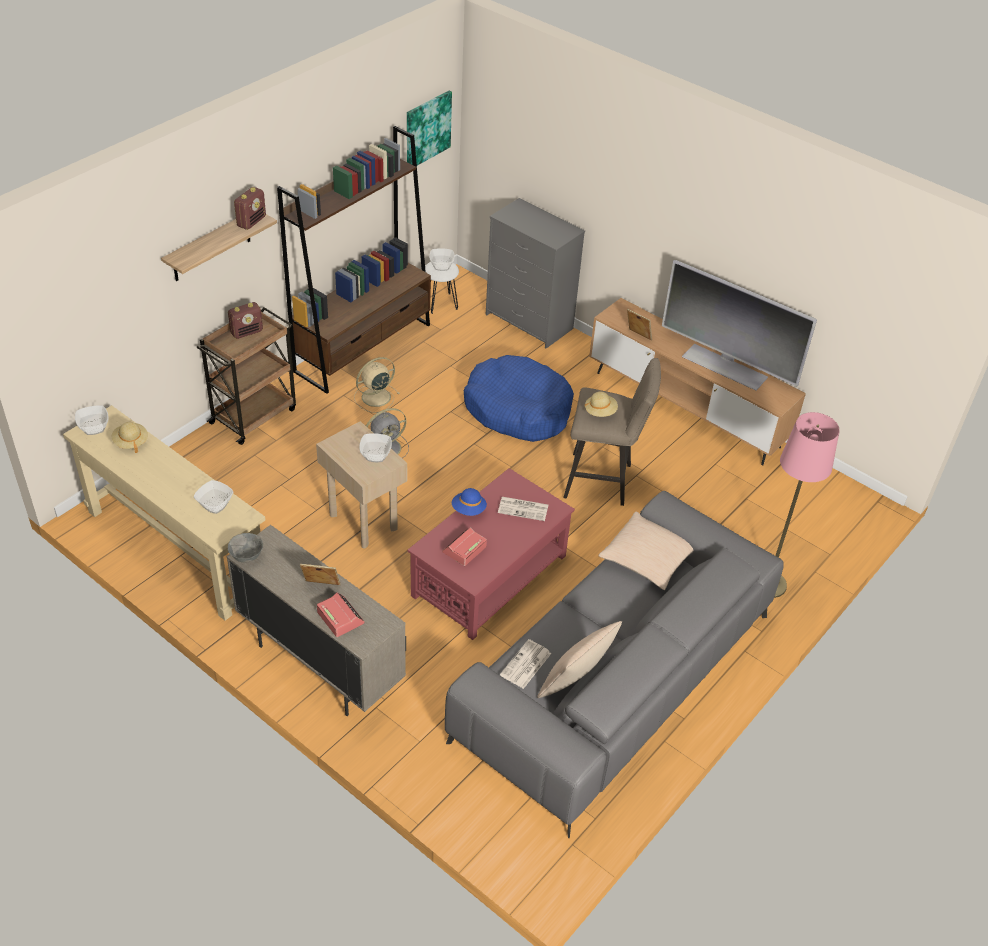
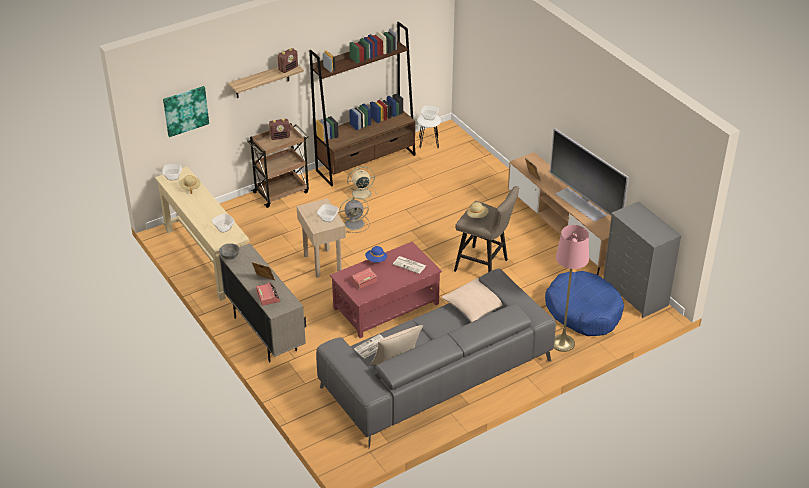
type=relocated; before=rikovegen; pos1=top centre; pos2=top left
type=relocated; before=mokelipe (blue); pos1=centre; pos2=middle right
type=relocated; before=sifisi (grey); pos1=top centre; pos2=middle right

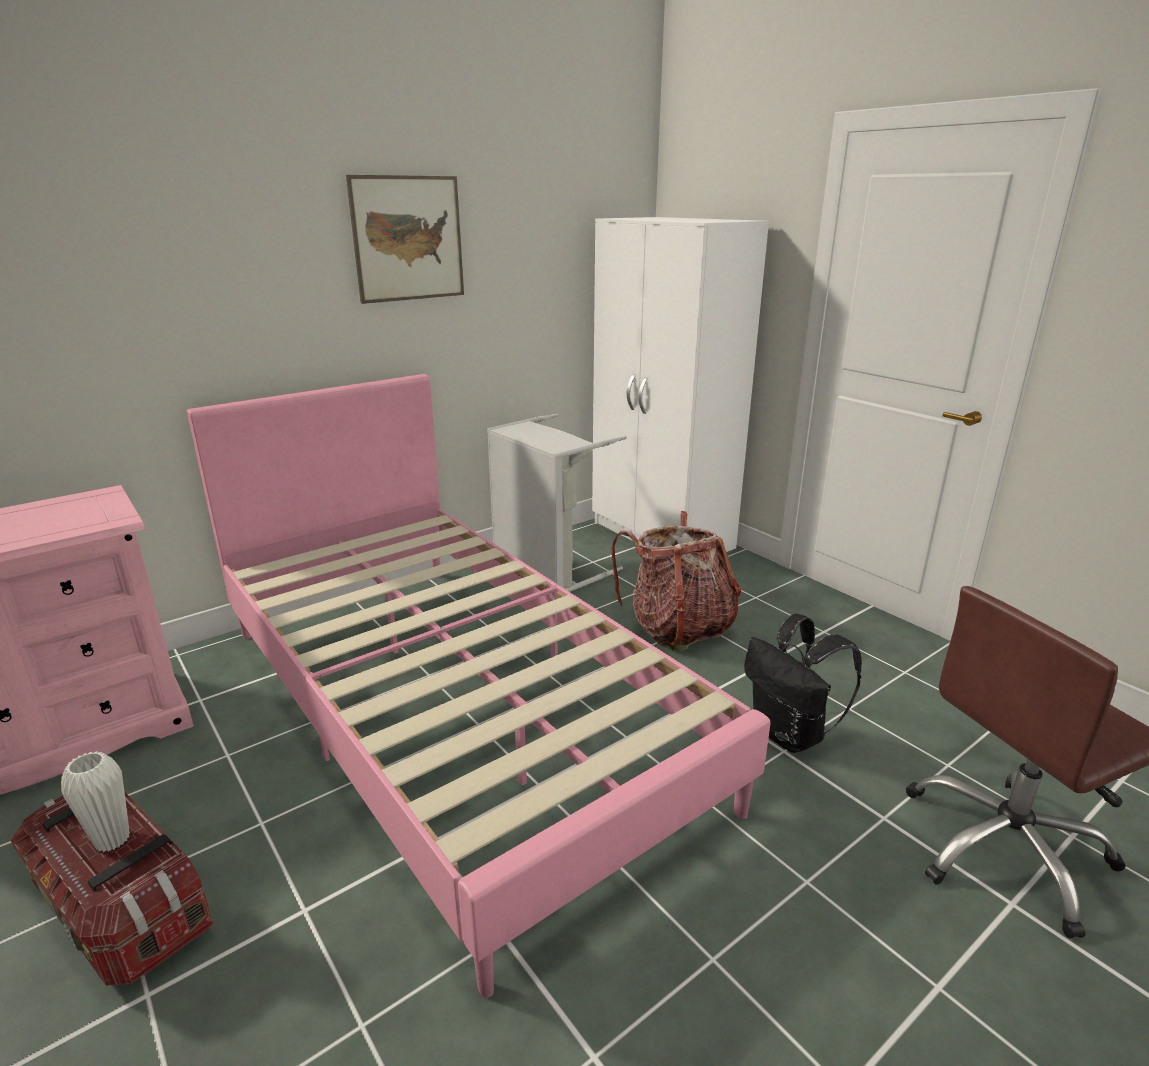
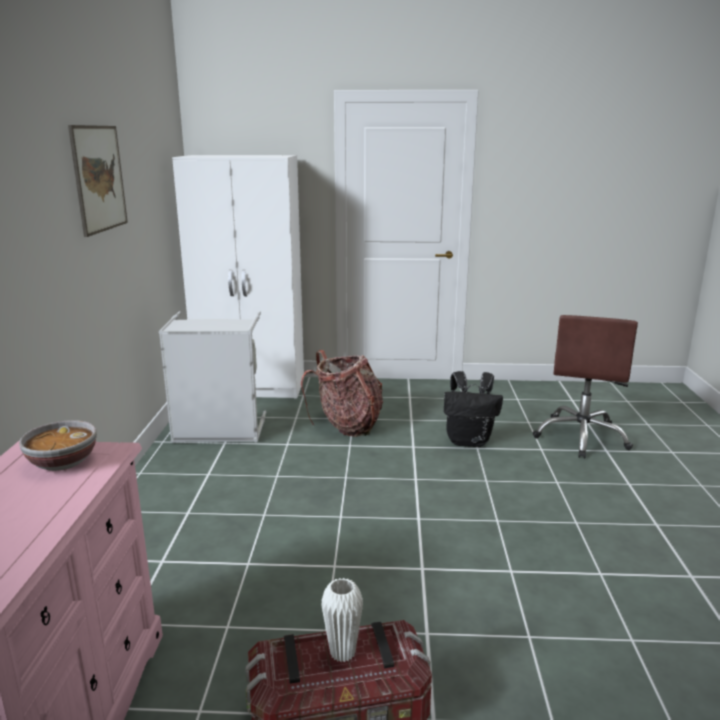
type=missing; before=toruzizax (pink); pos1=centre
type=appeared; after=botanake; pos2=middle left

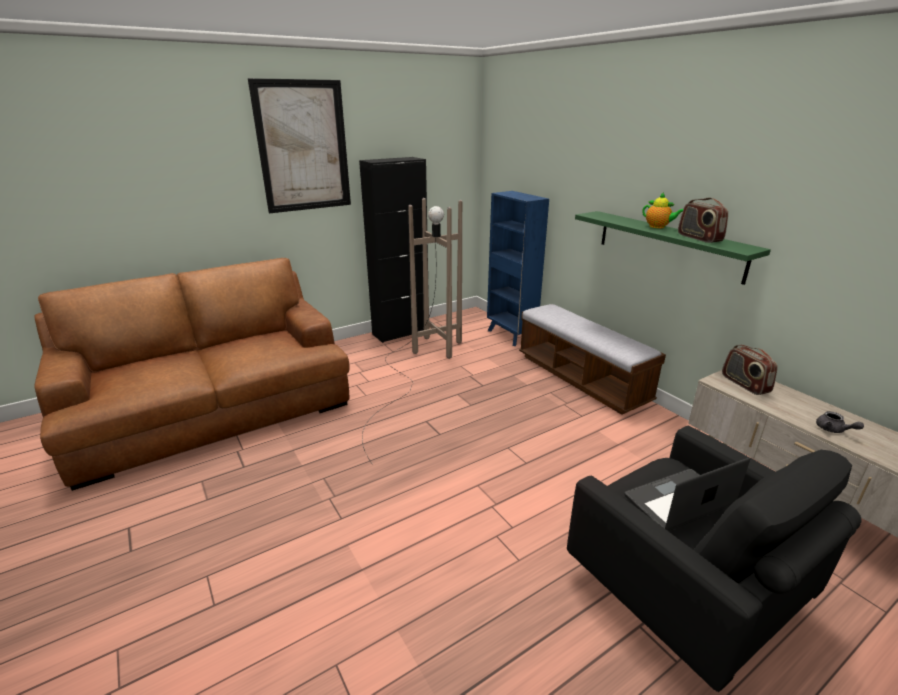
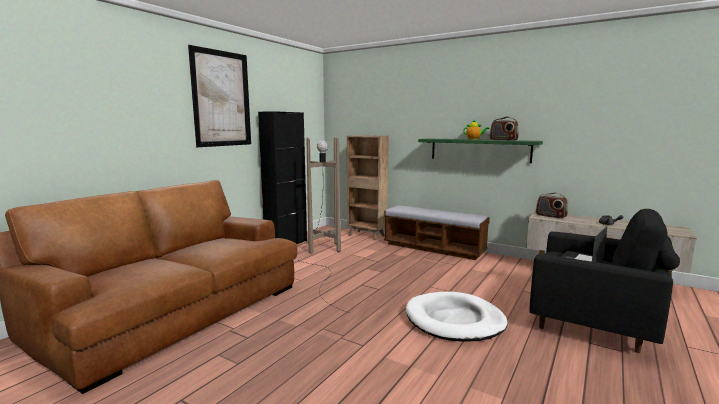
type=colour; before=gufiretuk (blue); after=gufiretuk (brown); pos1=centre; pos2=centre
type=appeared; after=mokelipe (white); pos2=bottom centre

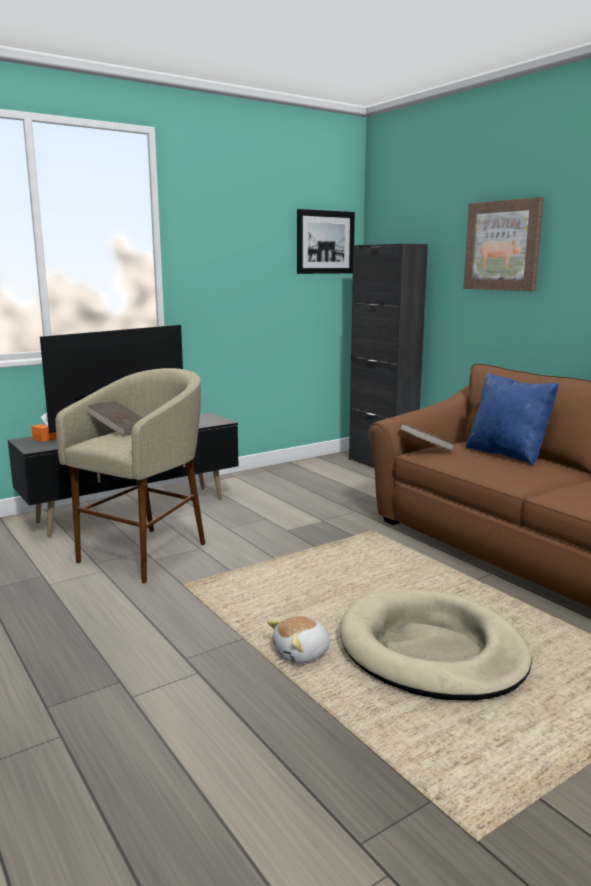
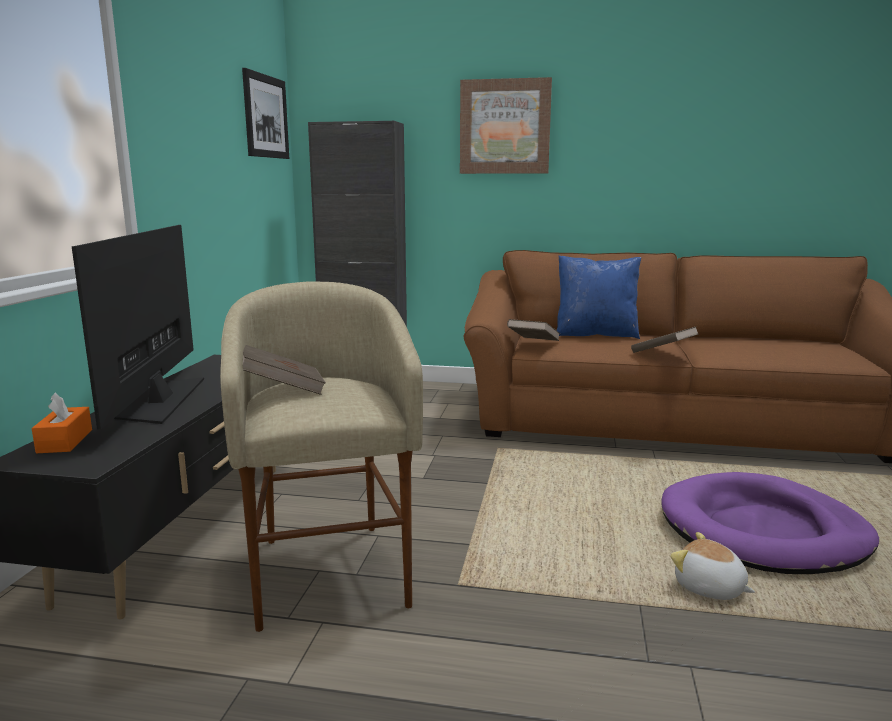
type=spun; before=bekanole; pos1=bottom centre; pos2=bottom right; turn=120
type=colour; before=mokelipe (beige); after=mokelipe (purple); pos1=bottom right; pos2=bottom right
type=appeared; after=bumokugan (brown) (no. 3 from left); pos2=middle right

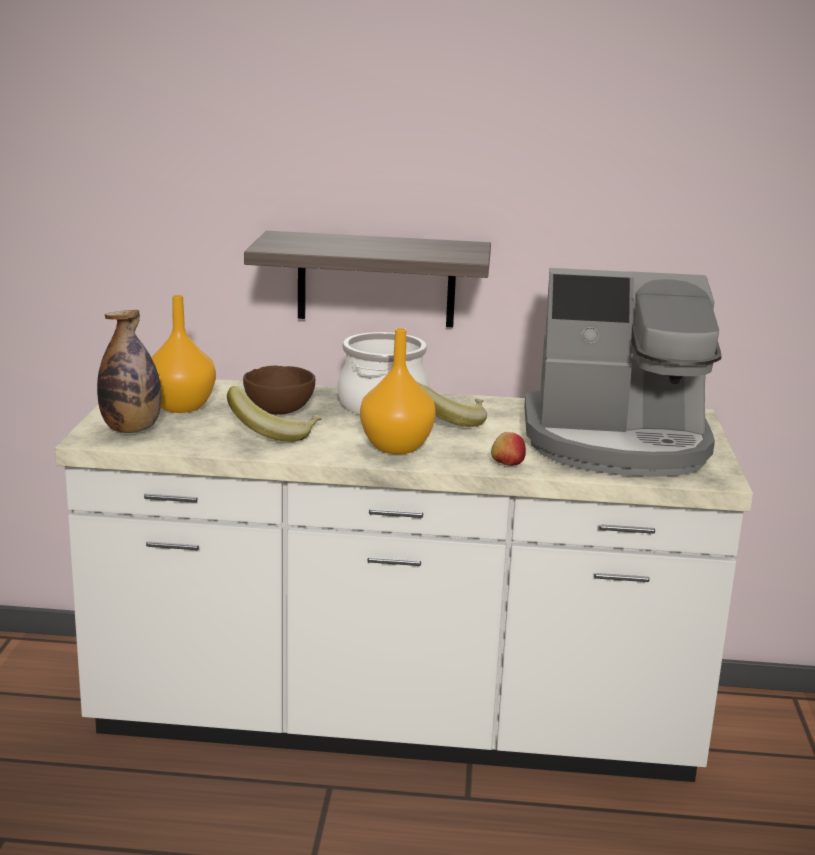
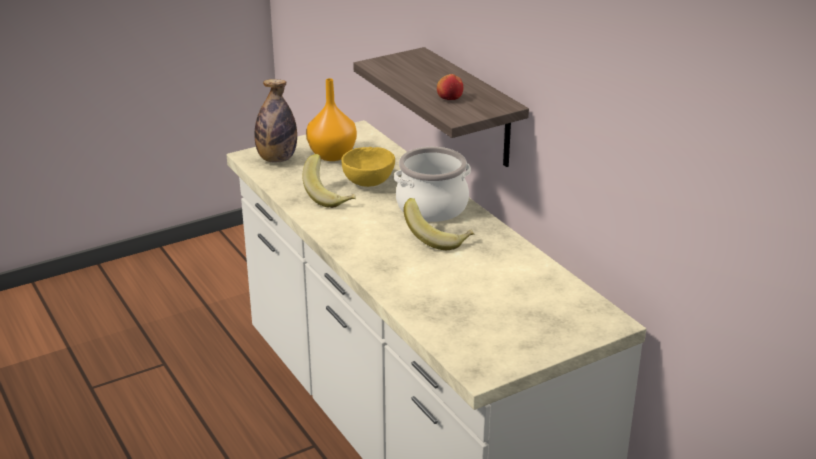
type=colour; before=botanake (brown); after=botanake (yellow); pos1=centre; pos2=centre
type=missing; before=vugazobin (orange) (no. 2 from left); pos1=centre
type=relocated; before=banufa; pos1=centre; pos2=top centre
type=missing; before=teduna; pos1=middle right

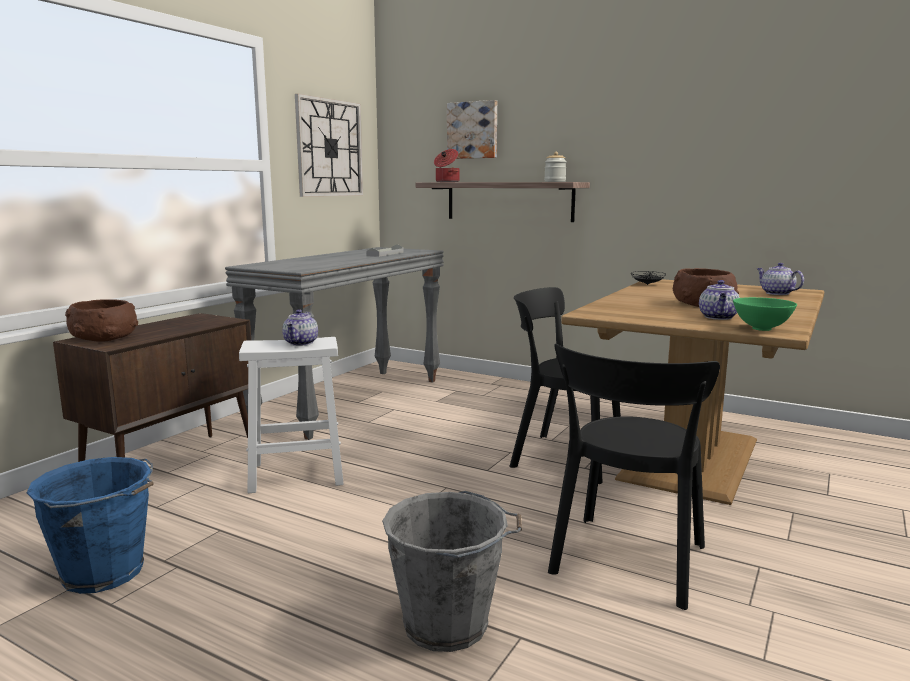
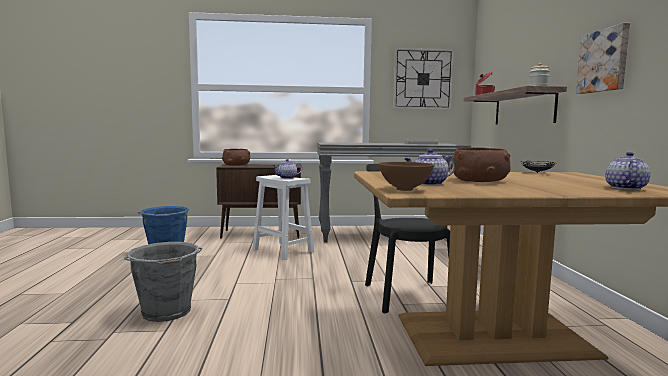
type=relocated; before=rikovegen; pos1=top centre; pos2=top right
type=missing; before=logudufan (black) (no. 2 from left); pos1=bottom right
type=colour; before=botanake (green); after=botanake (brown) (no. 2 from left); pos1=middle right; pos2=centre

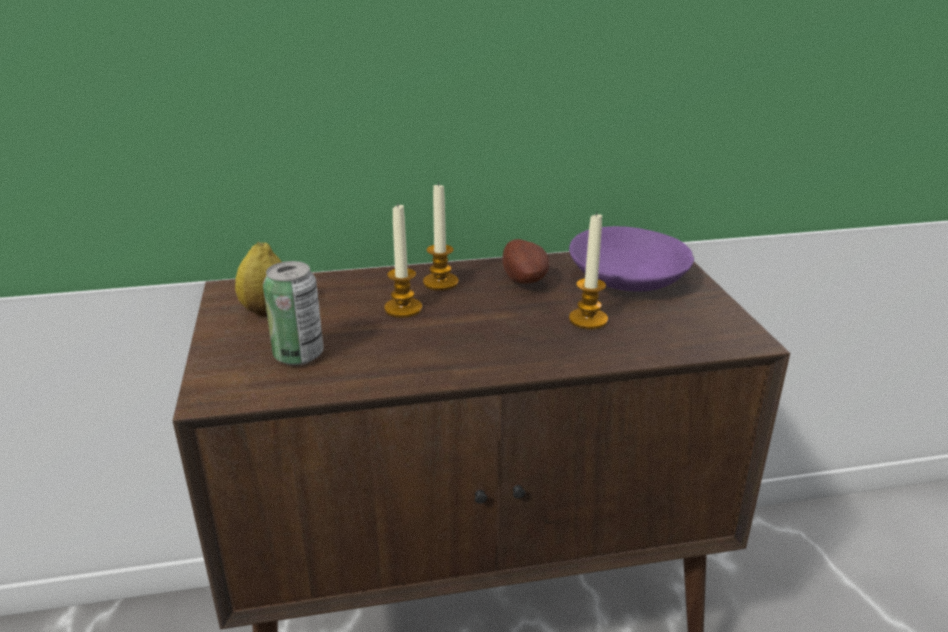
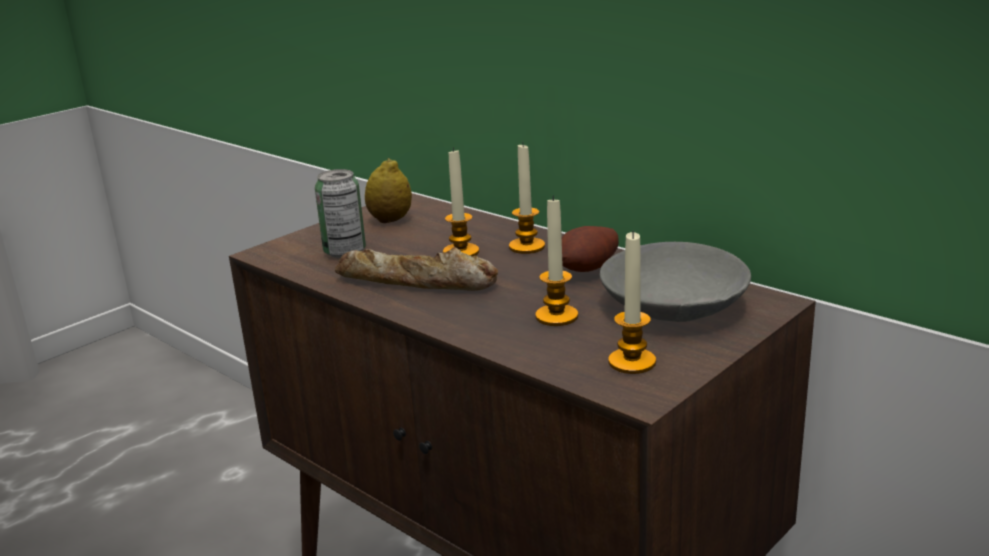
type=colour; before=botanake (purple); after=botanake (grey); pos1=centre; pos2=middle right
type=appeared; after=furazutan; pos2=centre
type=appeared; after=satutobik (no. 4 from left); pos2=centre

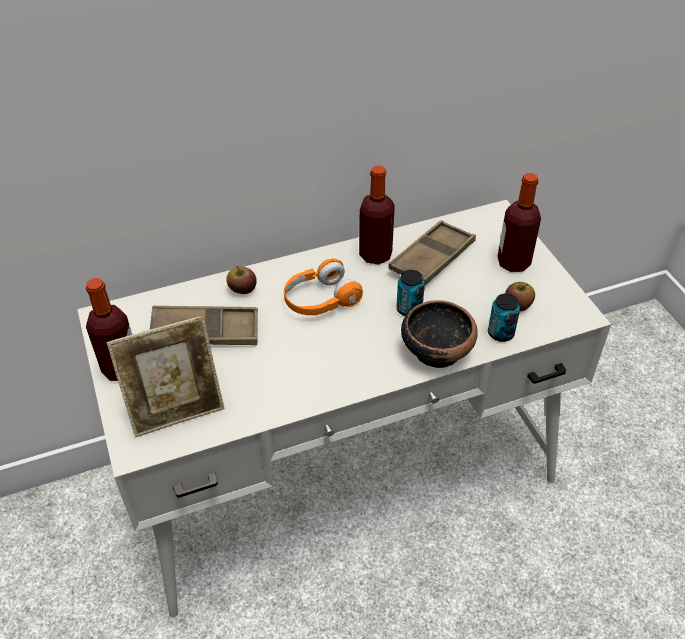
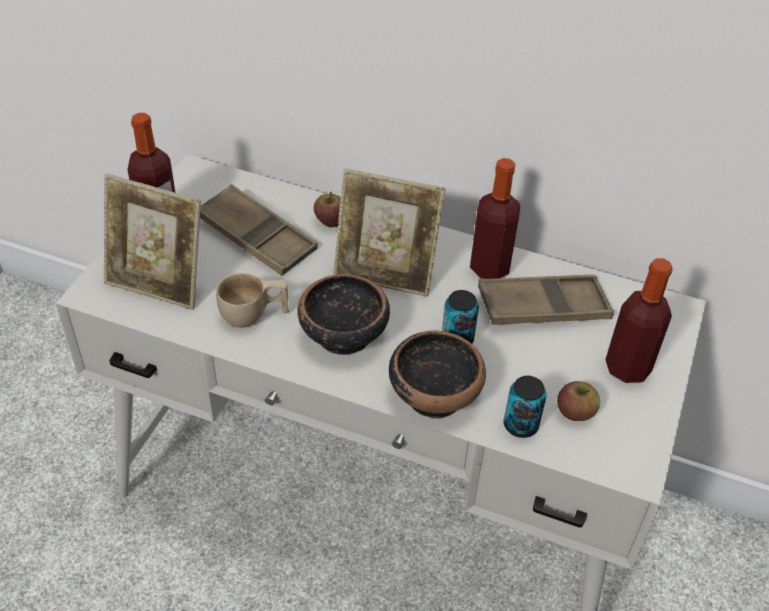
type=exchanged; before=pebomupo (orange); after=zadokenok (no. 2 from left); pos1=centre; pos2=centre
type=appeared; after=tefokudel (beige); pos2=middle left
type=appeared; after=botanake (no. 1 from left); pos2=centre

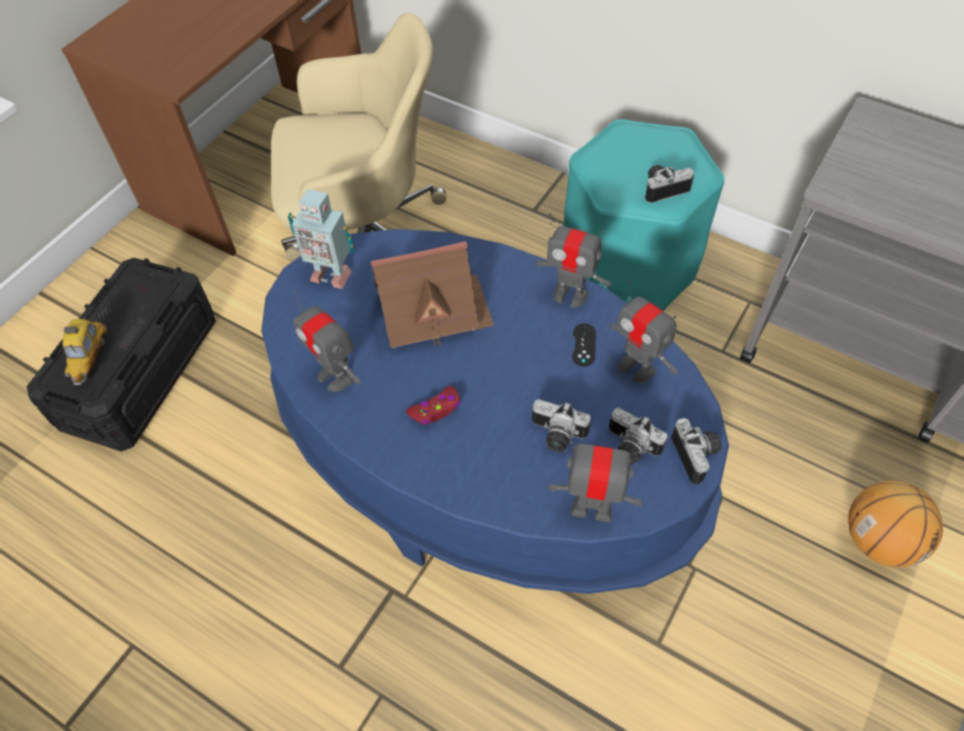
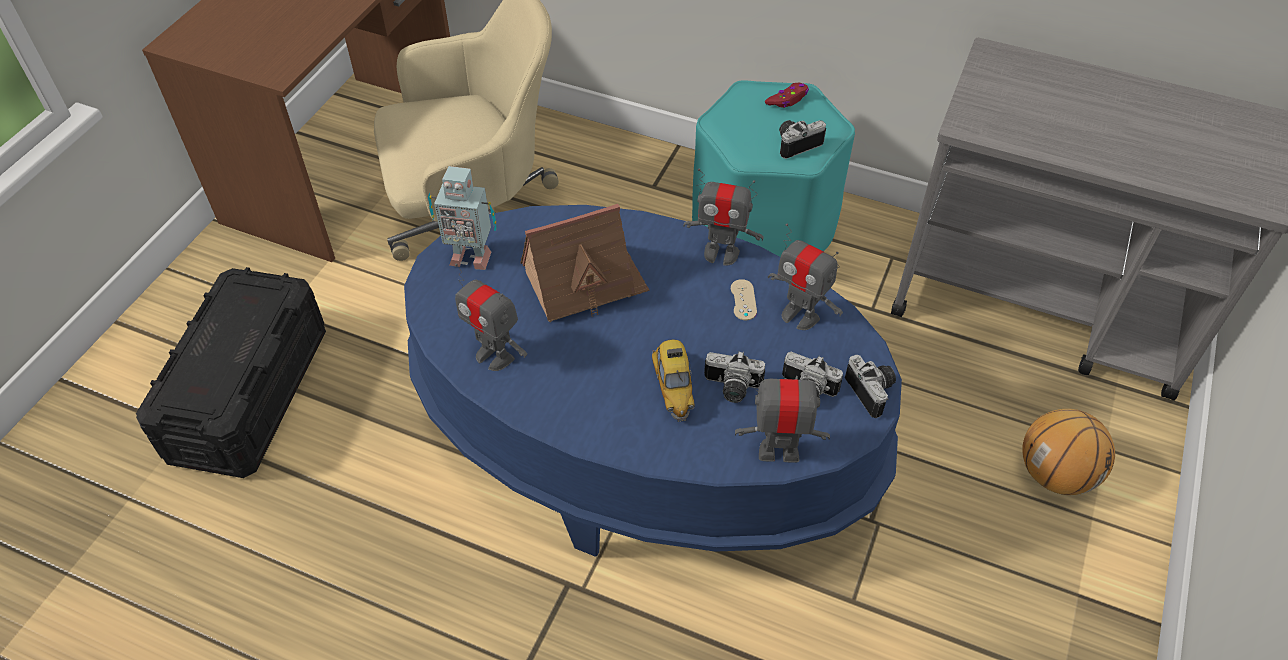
type=relocated; before=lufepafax; pos1=middle left; pos2=centre
type=relocated; before=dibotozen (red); pos1=centre; pos2=top centre
type=colour; before=dibotozen (black); after=dibotozen (beige); pos1=centre; pos2=centre

